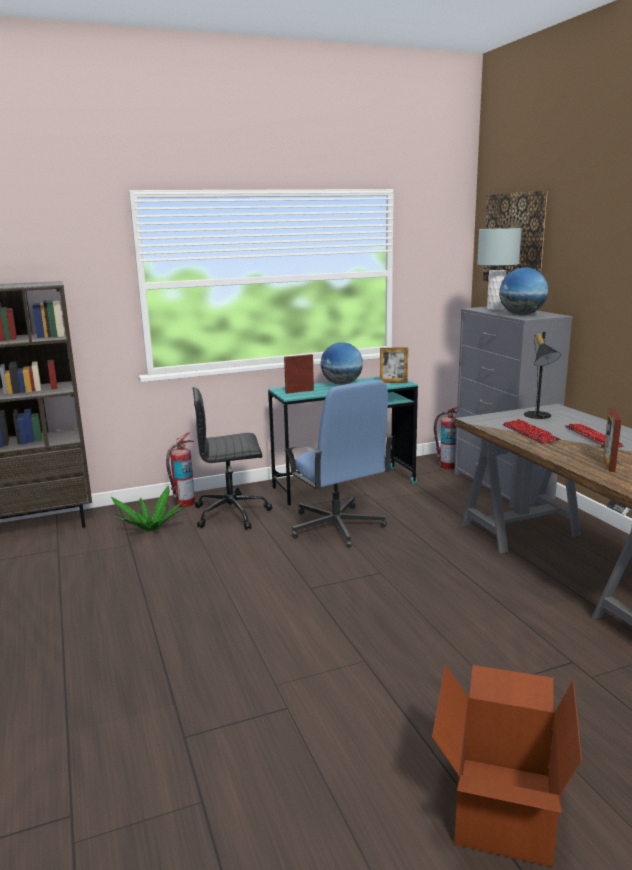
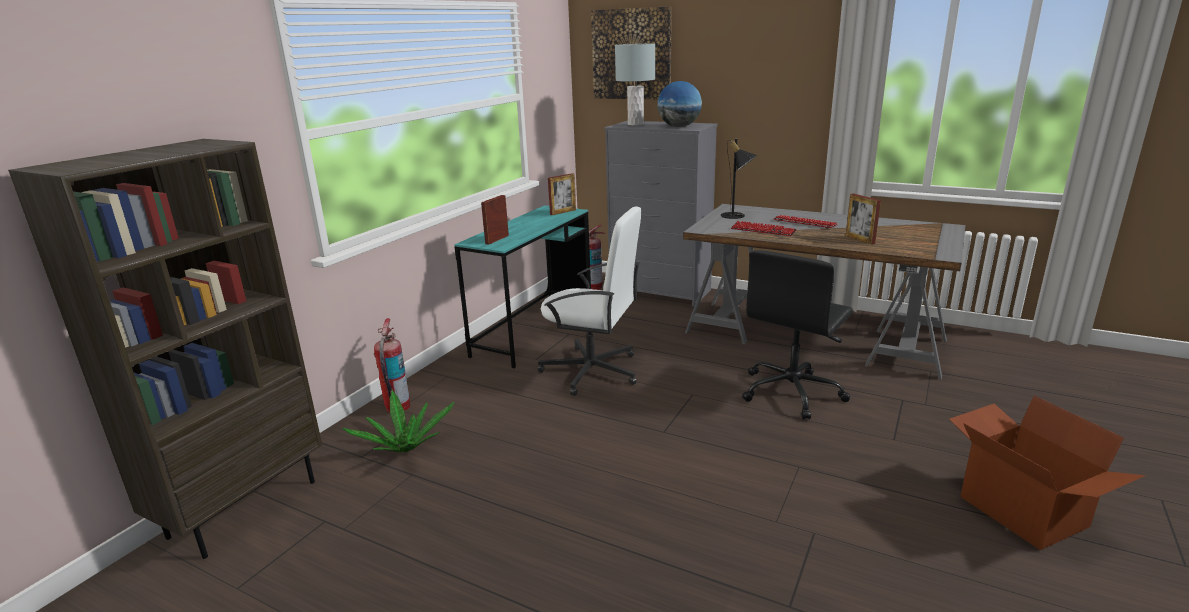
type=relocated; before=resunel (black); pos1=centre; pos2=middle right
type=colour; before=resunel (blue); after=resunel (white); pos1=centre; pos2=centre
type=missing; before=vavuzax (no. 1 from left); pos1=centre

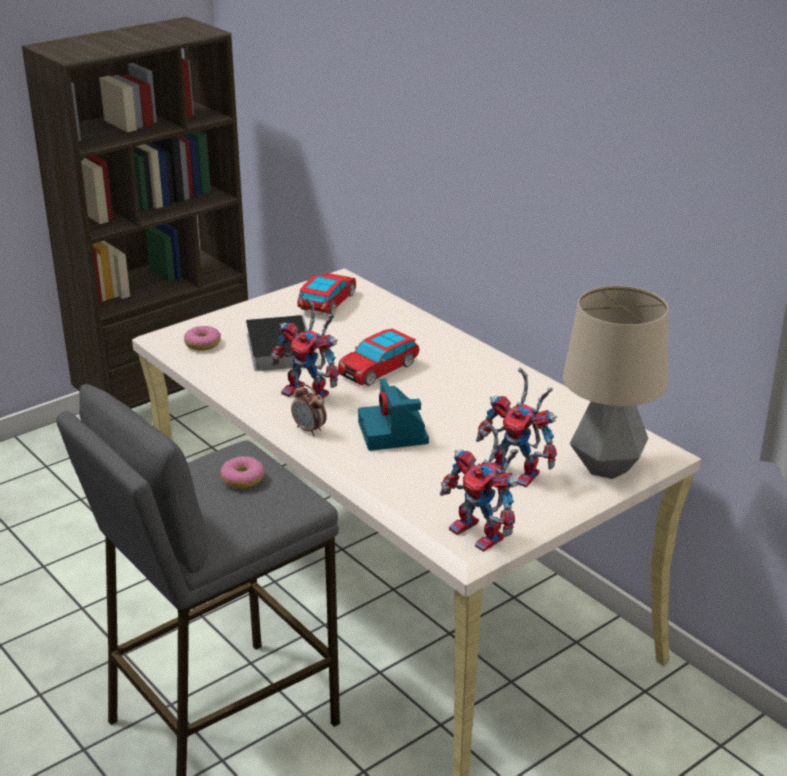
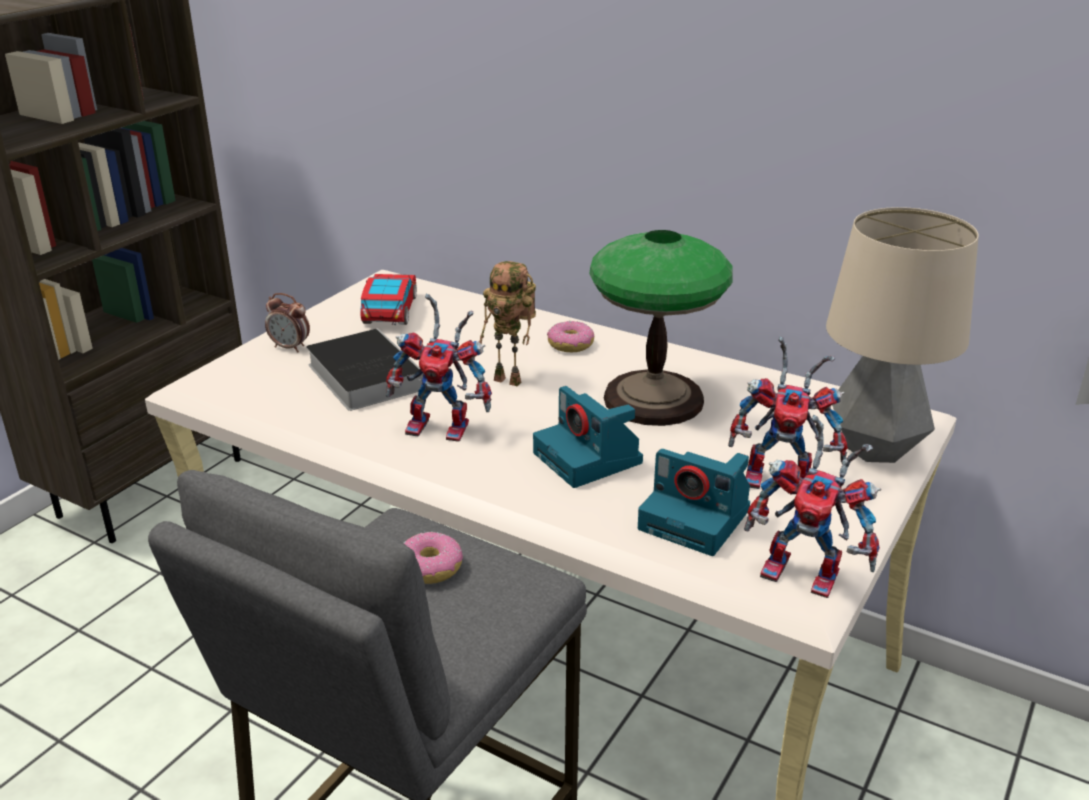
type=relocated; before=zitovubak (no. 1 from left in the first image); after=zitovubak (no. 2 from left); pos1=middle left; pos2=centre
type=relocated; before=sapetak; pos1=centre; pos2=middle left
type=exchanged; before=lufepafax (no. 2 from left); after=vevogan (no. 2 from left); pos1=centre; pos2=centre
type=appeared; after=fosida (no. 1 from left); pos2=centre
type=appeared; after=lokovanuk (no. 2 from left); pos2=centre

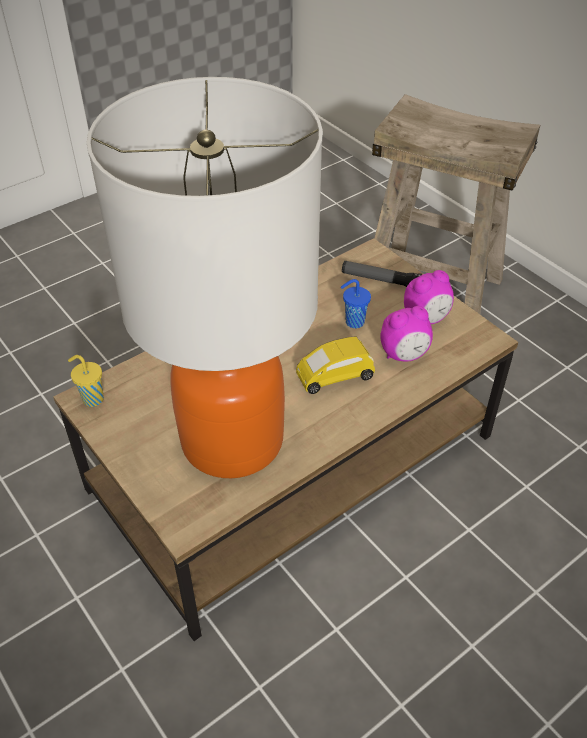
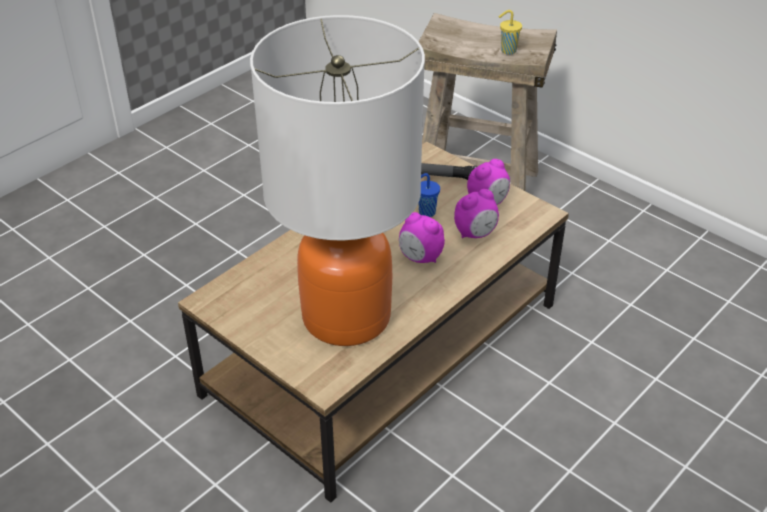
type=relocated; before=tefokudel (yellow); pos1=middle left; pos2=top centre
type=exchanged; before=lufepafax (yellow); after=sapetak (no. 1 from left); pos1=centre; pos2=centre

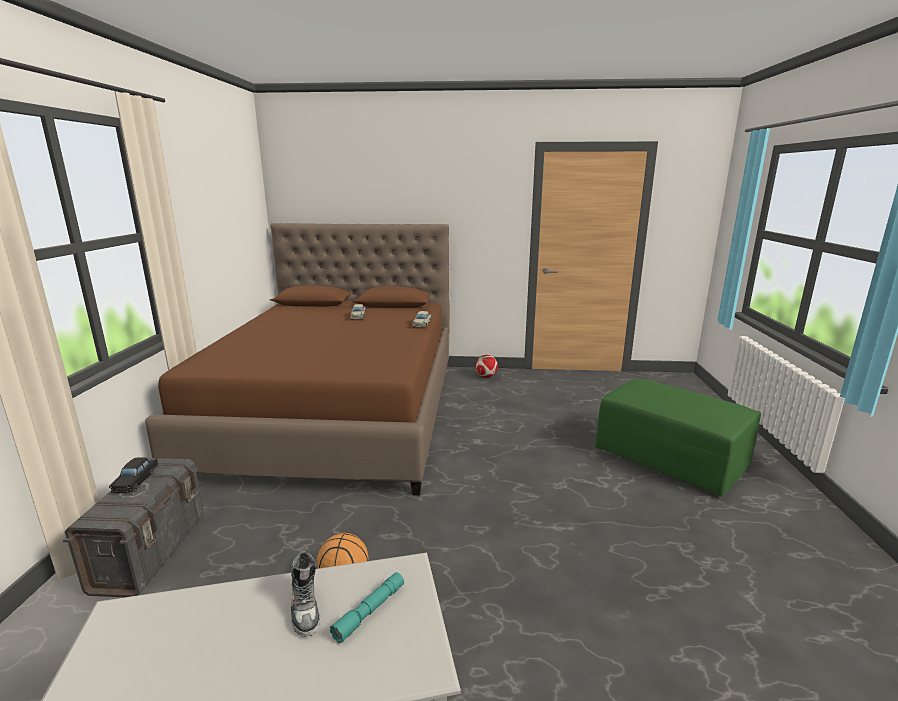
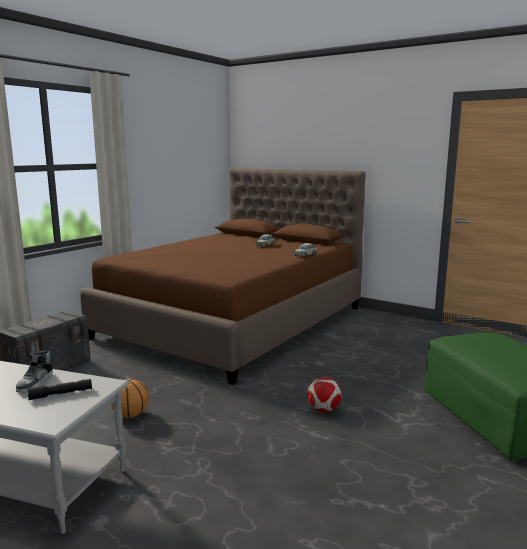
type=missing; before=lufepafax (black); pos1=bottom left
type=colour; before=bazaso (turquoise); after=bazaso (black); pos1=bottom centre; pos2=bottom left
type=relocated; before=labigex; pos1=centre; pos2=bottom centre

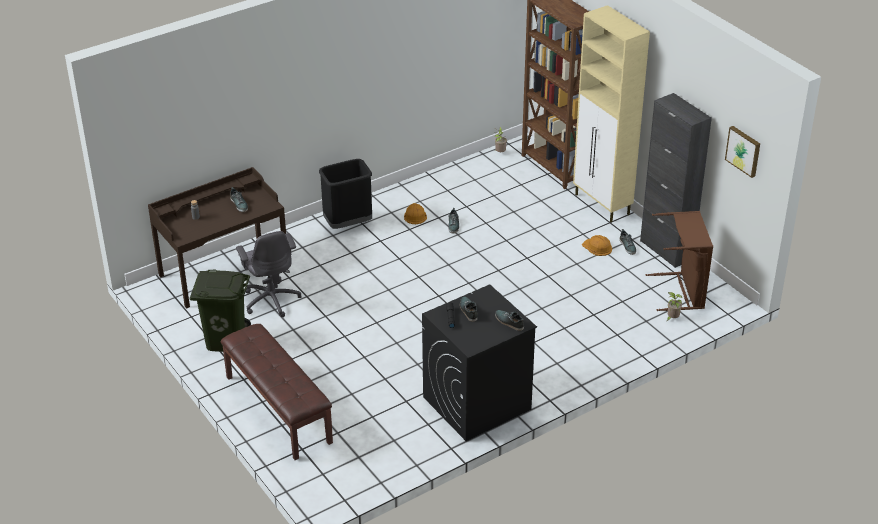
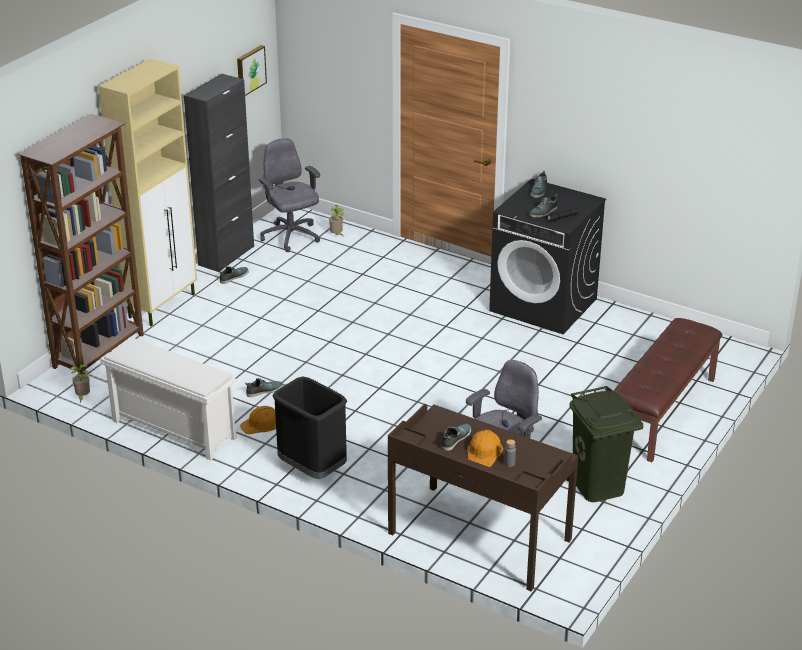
type=relocated; before=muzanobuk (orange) (no. 2 from left); pos1=middle right; pos2=bottom centre
type=exchanged; before=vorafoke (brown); after=resunel (grey) (no. 1 from left); pos1=middle right; pos2=top centre
type=appeared; after=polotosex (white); pos2=middle left

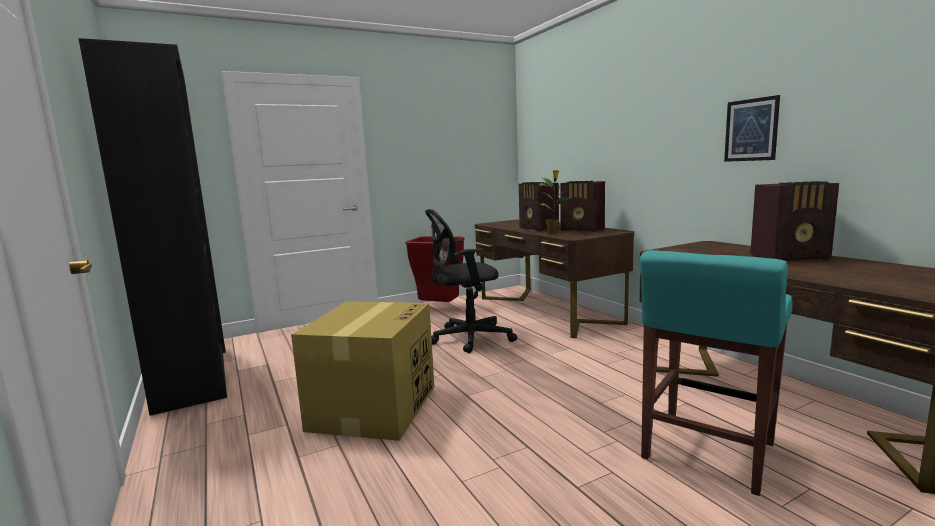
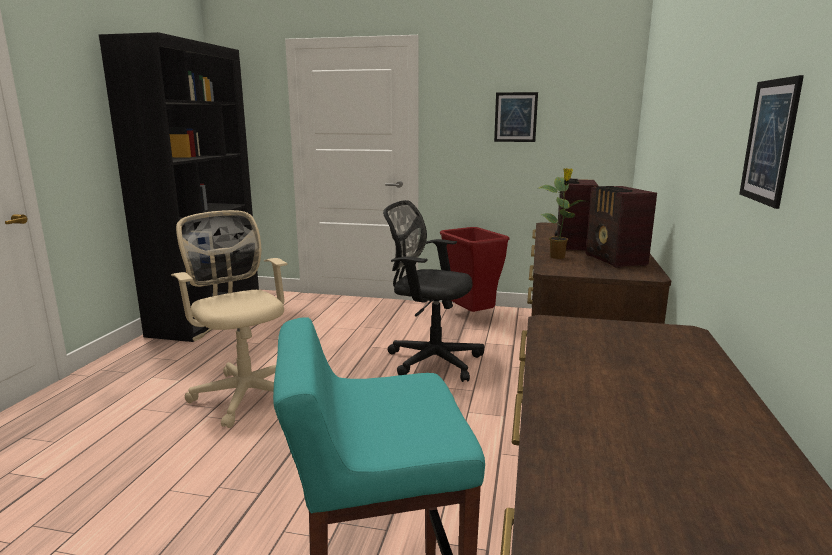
type=exchanged; before=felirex; after=resunel (beige); pos1=bottom centre; pos2=middle left
type=missing; before=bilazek (no. 3 from left); pos1=middle right
type=appeared; after=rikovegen (no. 1 from left); pos2=top centre

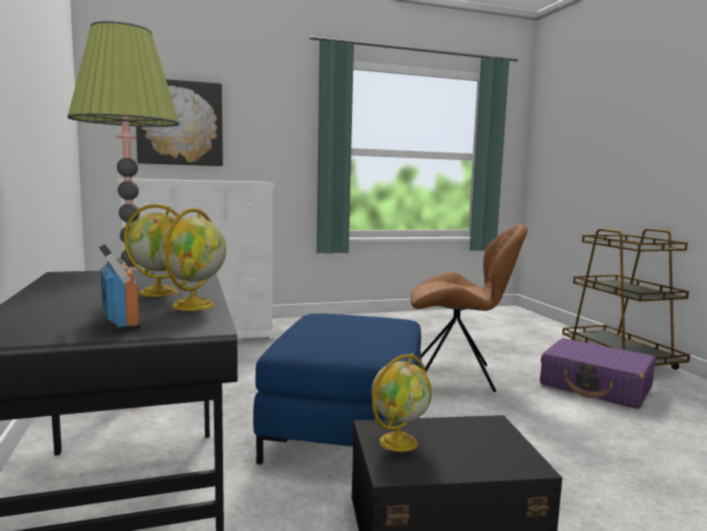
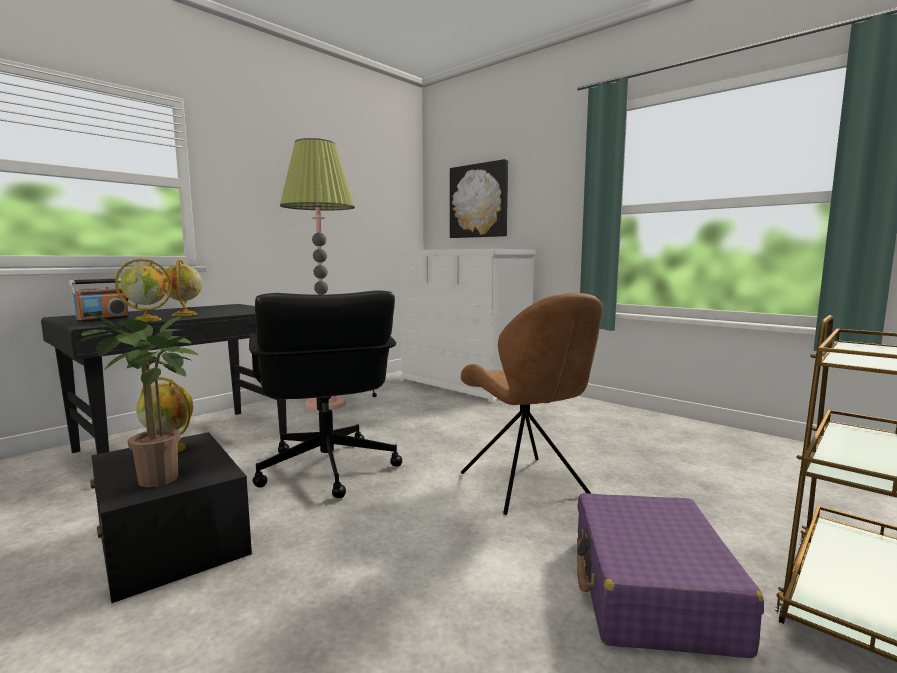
type=exchanged; before=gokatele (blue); after=resunel (black); pos1=bottom centre; pos2=centre
type=appeared; after=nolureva; pos2=middle left

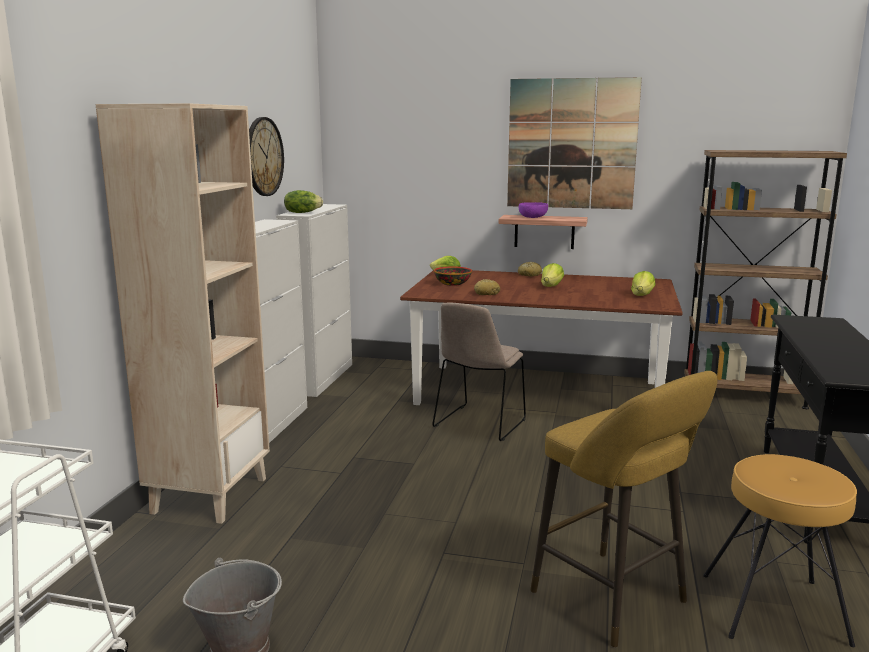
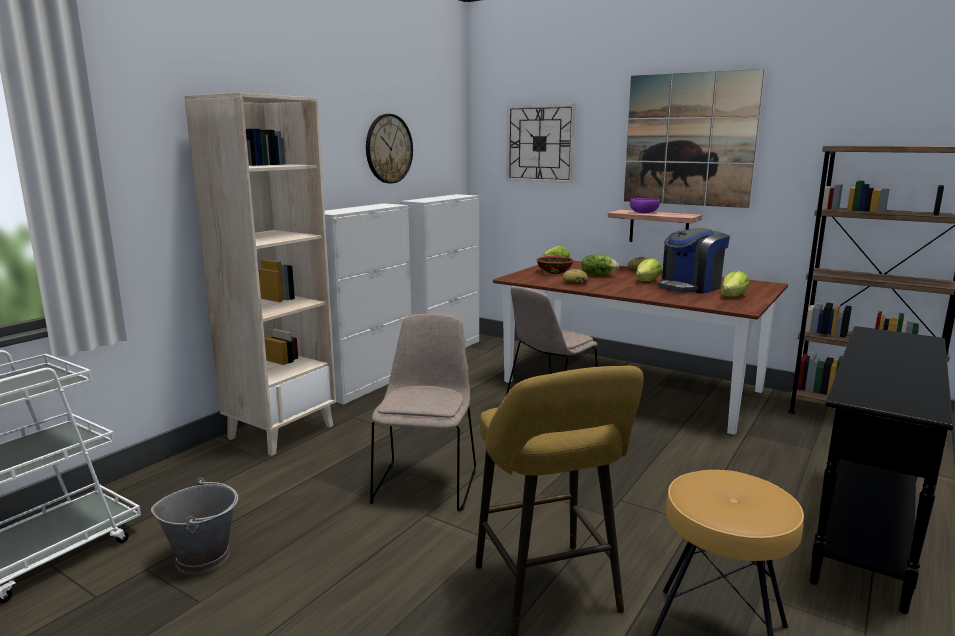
type=relocated; before=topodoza (no. 1 from left in the first image); after=topodoza (no. 2 from left); pos1=top centre; pos2=centre
type=appeared; after=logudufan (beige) (no. 1 from left); pos2=centre
type=appeared; after=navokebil (no. 2 from left); pos2=top centre
type=appeared; after=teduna; pos2=middle right

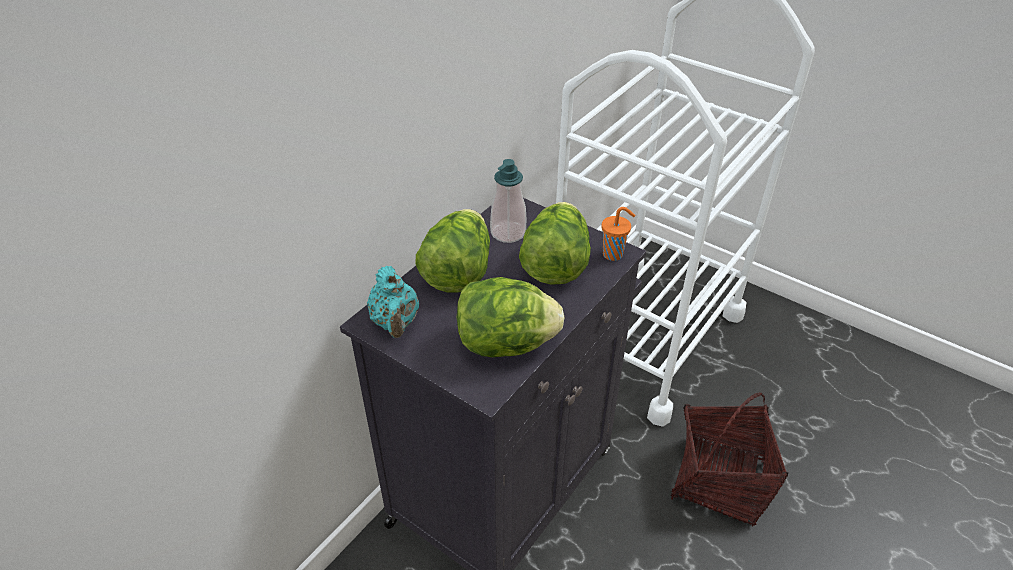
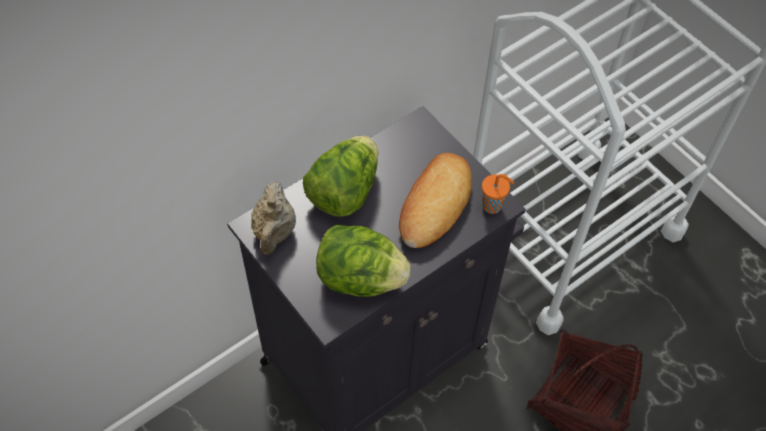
type=colour; before=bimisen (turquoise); after=bimisen (beige); pos1=centre; pos2=centre
type=missing; before=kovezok; pos1=centre
type=exchanged; before=topodoza (no. 3 from left); after=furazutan; pos1=centre; pos2=centre

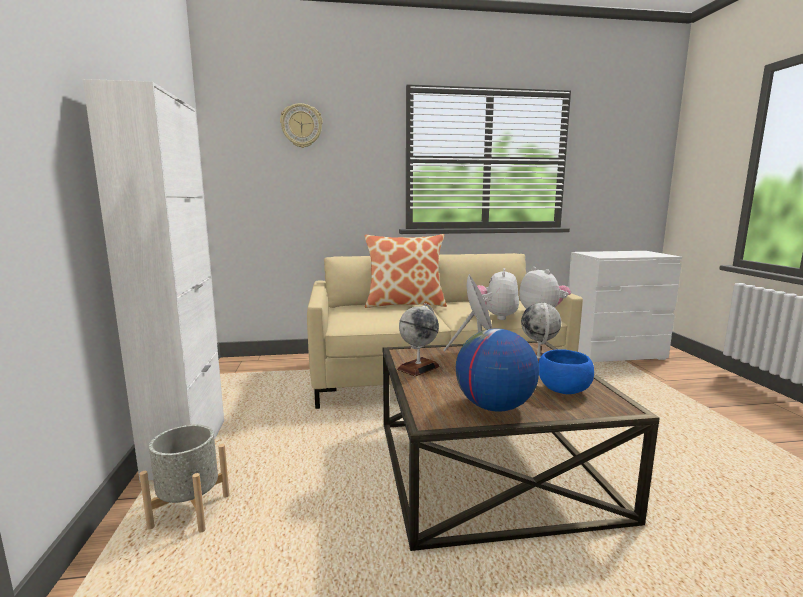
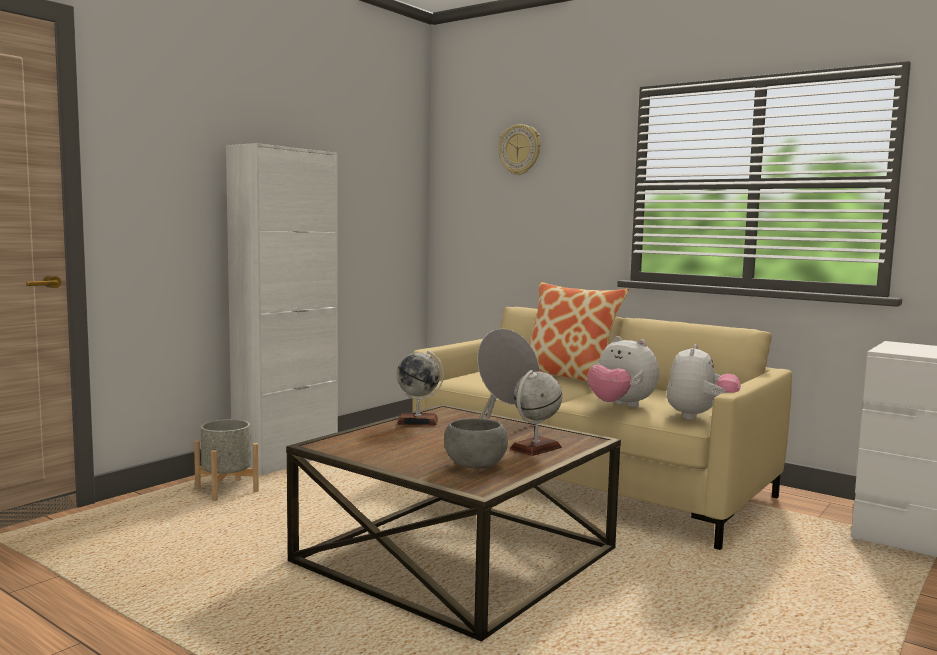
type=missing; before=vavuzax (no. 2 from left); pos1=centre
type=spun; before=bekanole (no. 1 from left); pos1=centre; pos2=centre; turn=-105
type=colour; before=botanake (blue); after=botanake (grey); pos1=middle right; pos2=bottom centre

